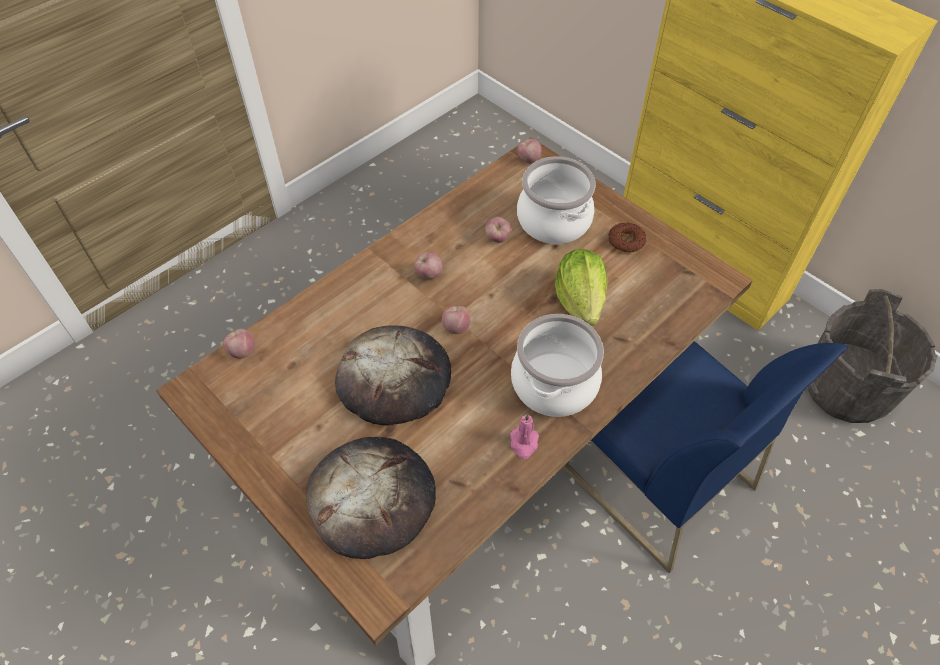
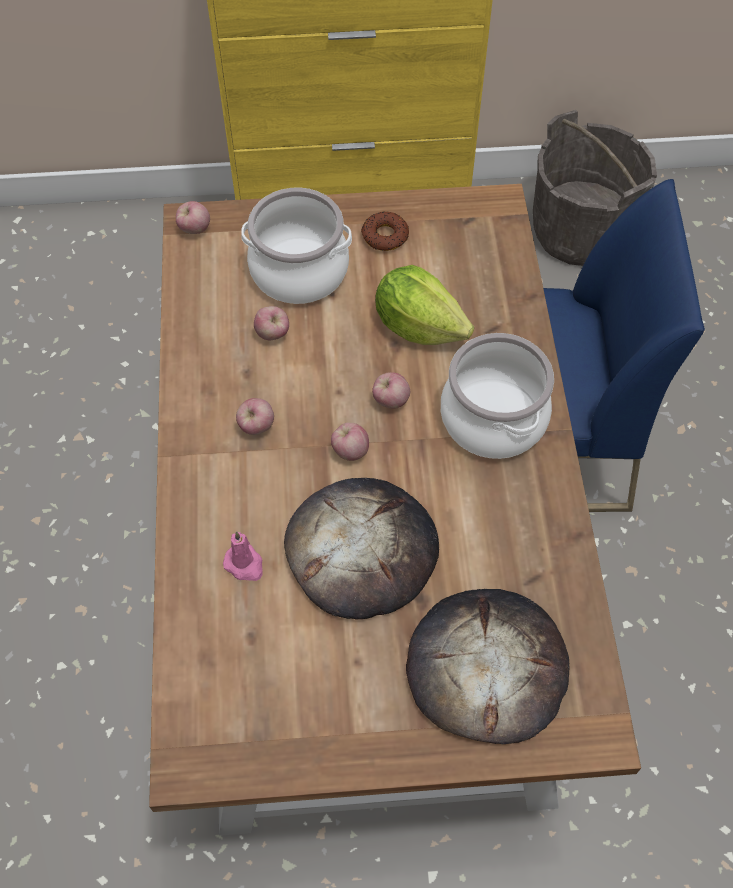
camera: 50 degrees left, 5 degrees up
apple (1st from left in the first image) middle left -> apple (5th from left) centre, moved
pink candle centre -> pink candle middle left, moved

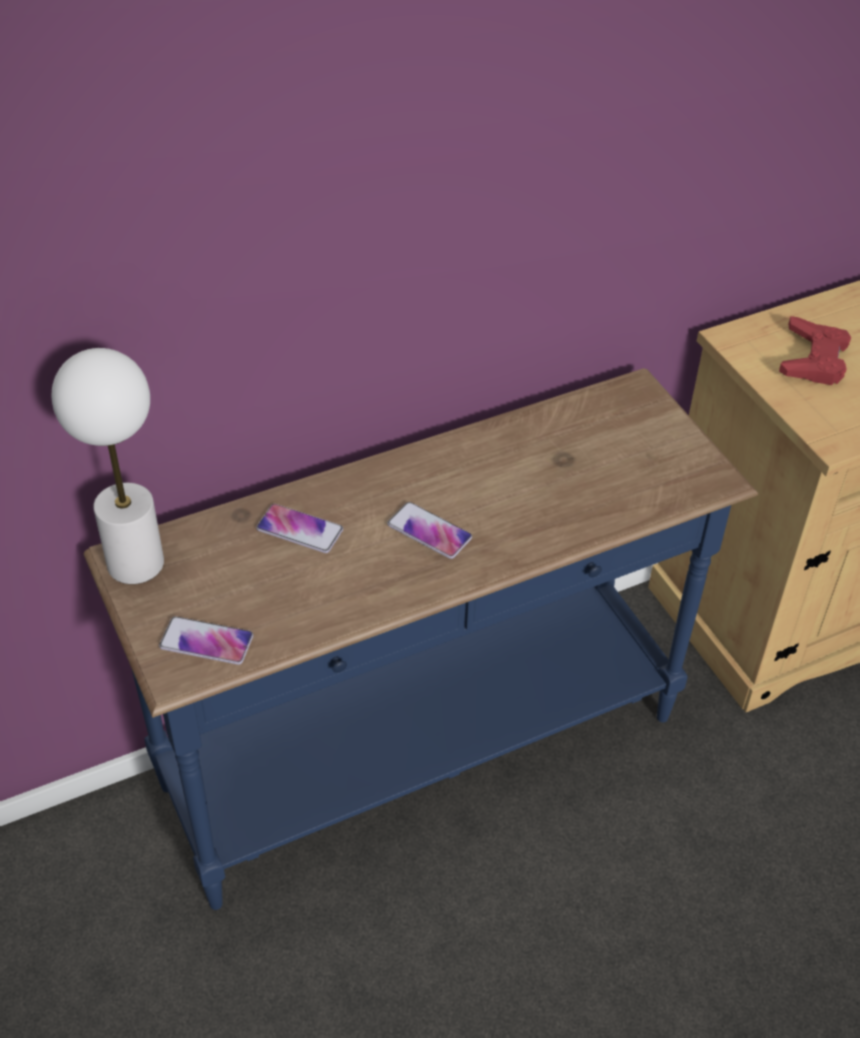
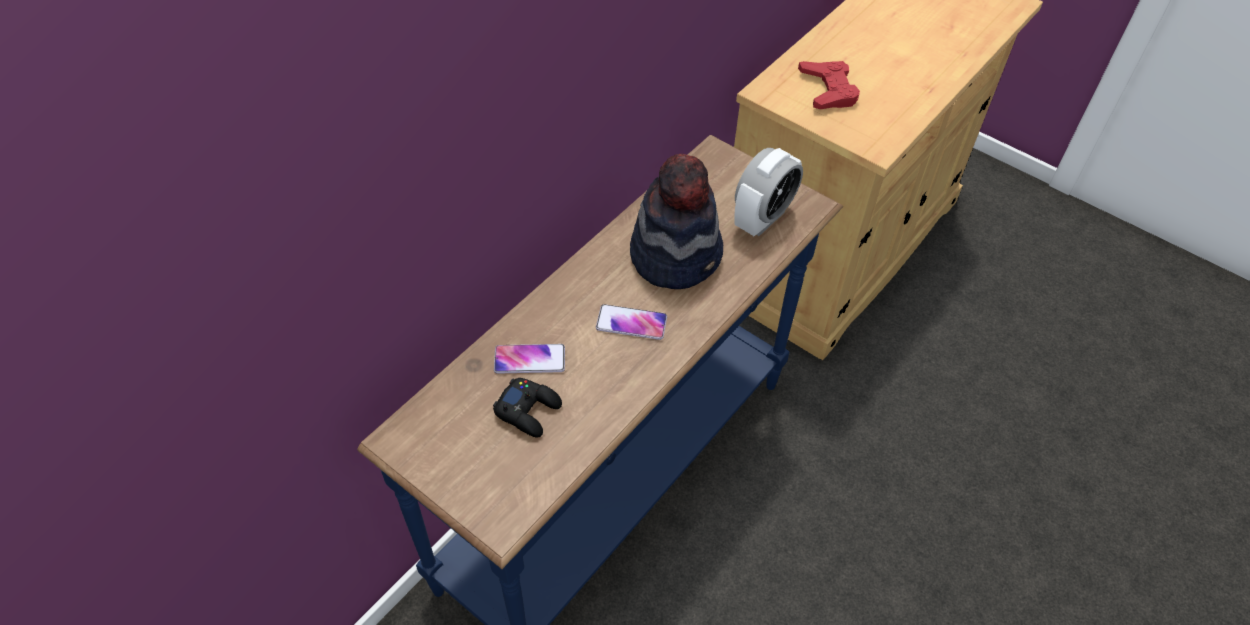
camera: 25 degrees left, 5 degrees up
white table lamp middle left -> none
phone (1st from left) middle left -> none
none -> black game controller centre
none -> hat centre
none -> alarm clock top centre

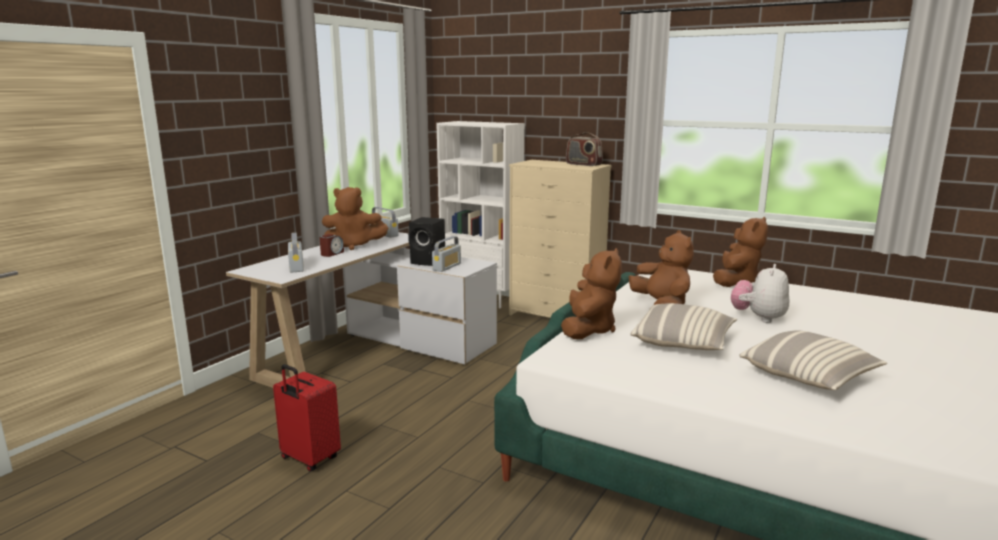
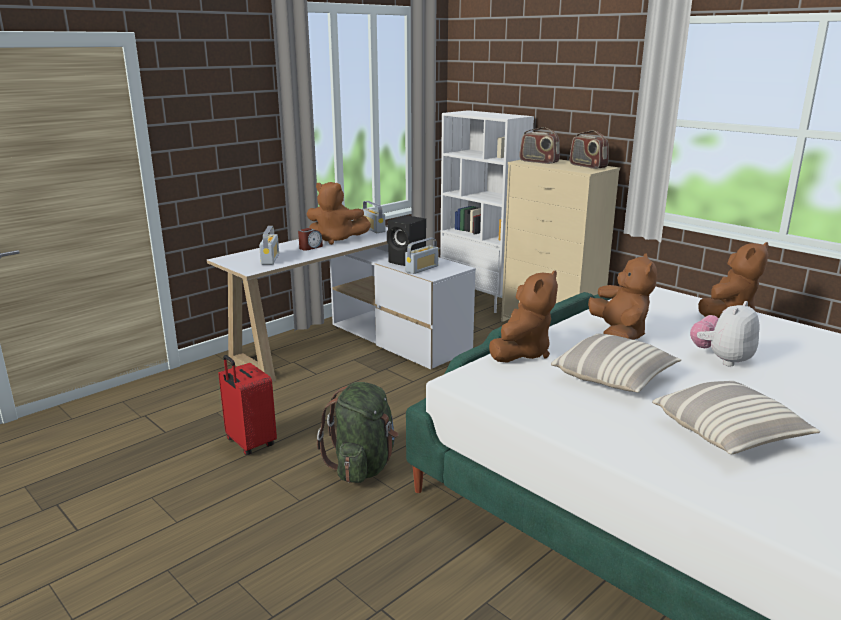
camera: 15 degrees right, 5 degrees up
none -> green backpack bottom centre
none -> radio (4th from left) top centre

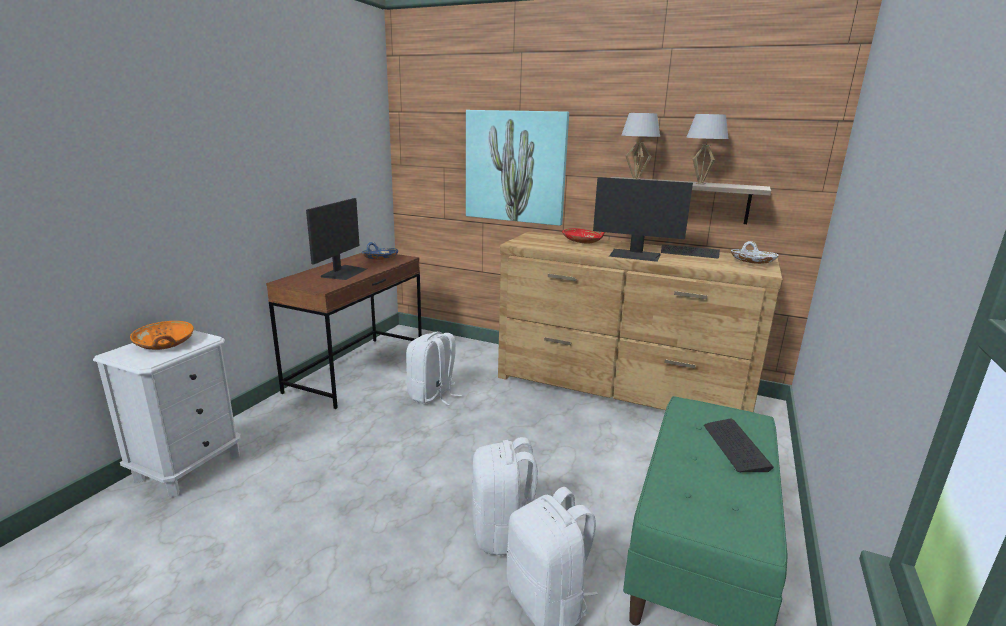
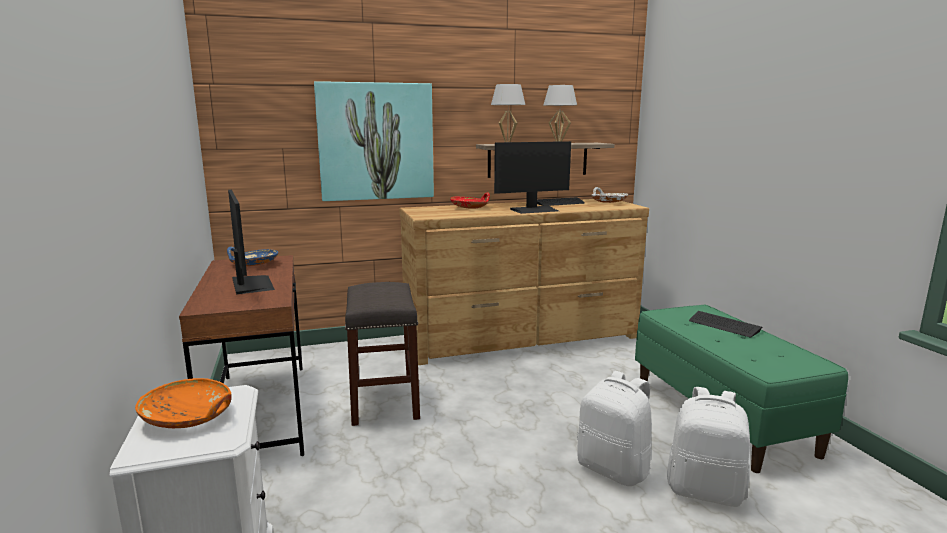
camera: 40 degrees left, 5 degrees down
white backpack (1st from left) centre -> grey stool centre

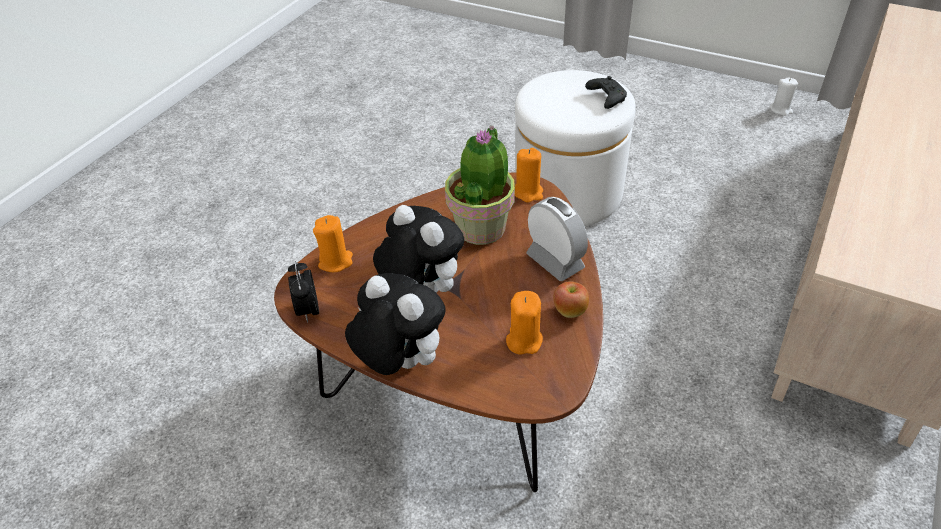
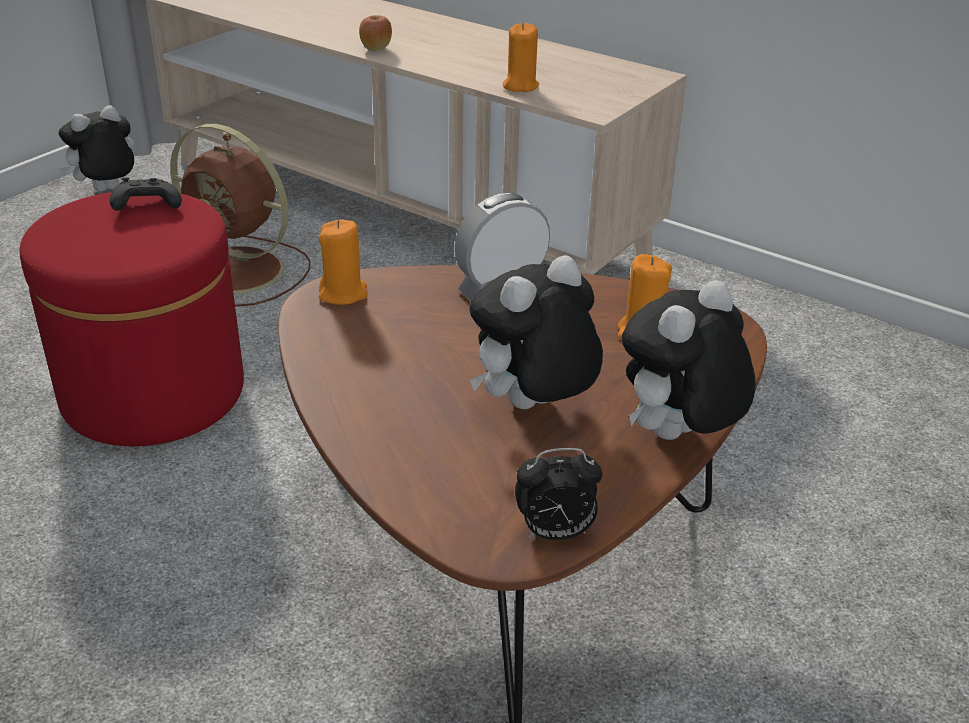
camera: 85 degrees left, 10 degrees down
orange candle (1st from left in the first image) centre -> orange candle (2nd from left) top centre, moved
potted plant centre -> none
white ottoman top centre -> red ottoman middle left
apple centre -> apple top centre, moved
white candle top right -> plush toy (1st from left) top left
none -> brown fan top left

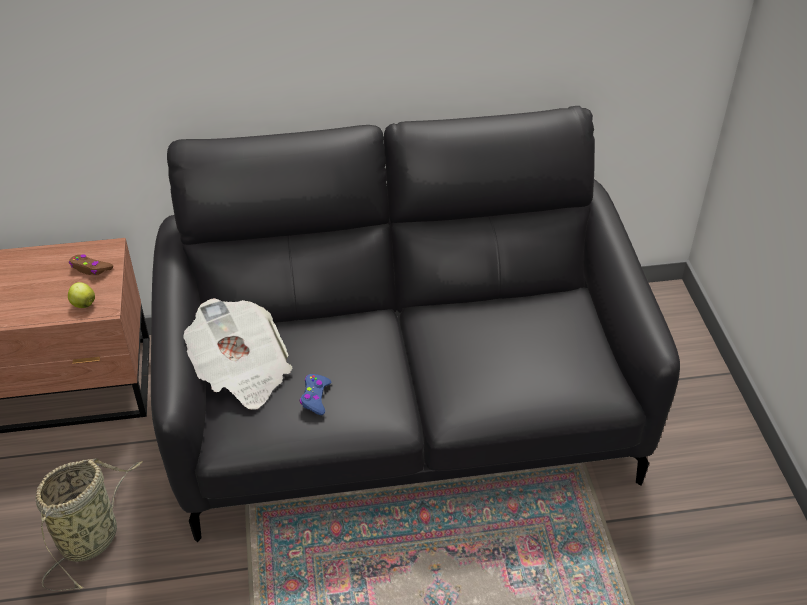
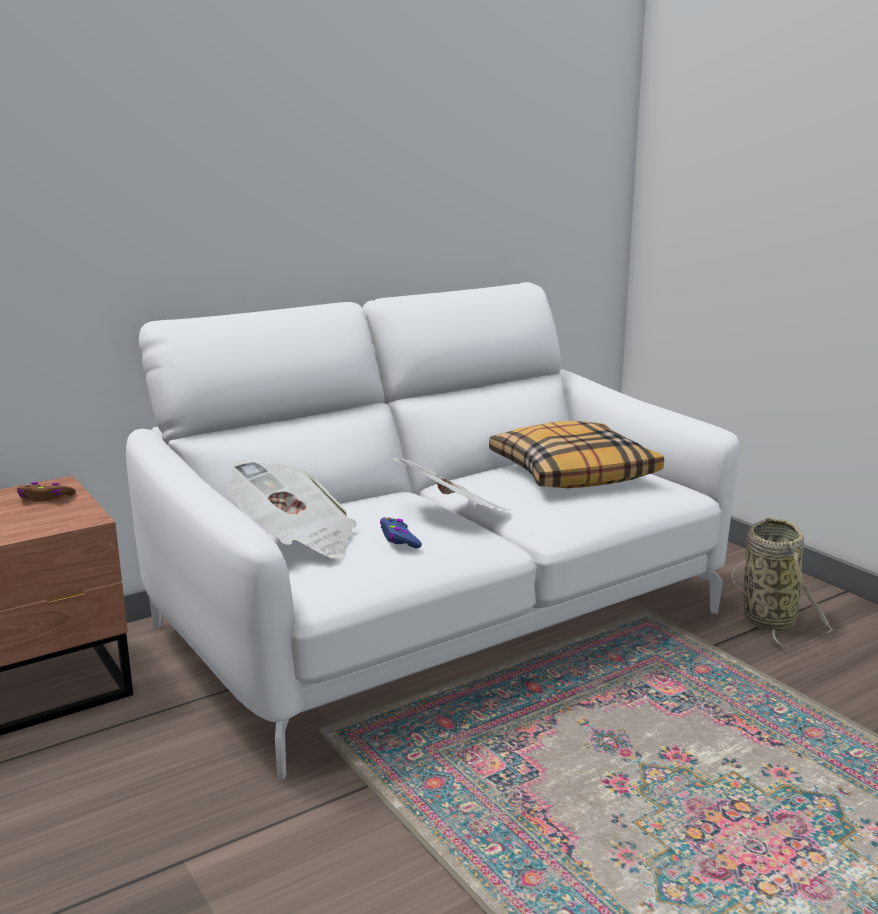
camera: 25 degrees left, 25 degrees down
basket bottom left -> basket middle right, moved
apple middle left -> none
black sofa centre -> white sofa centre
none -> newspaper (2nd from left) centre
none -> pillow centre

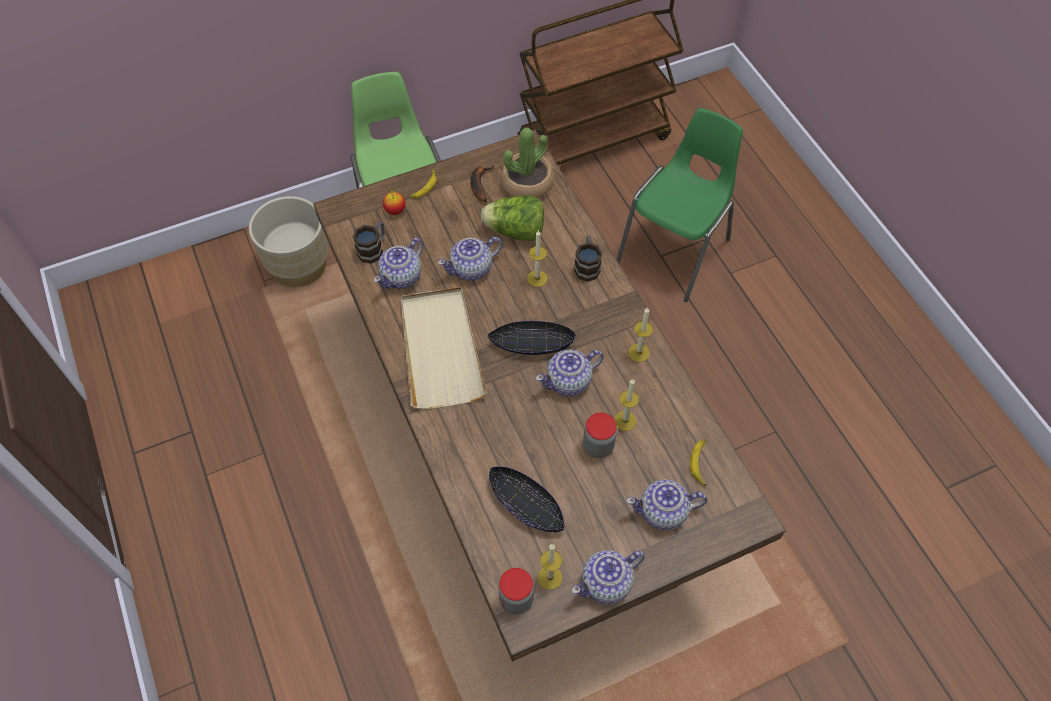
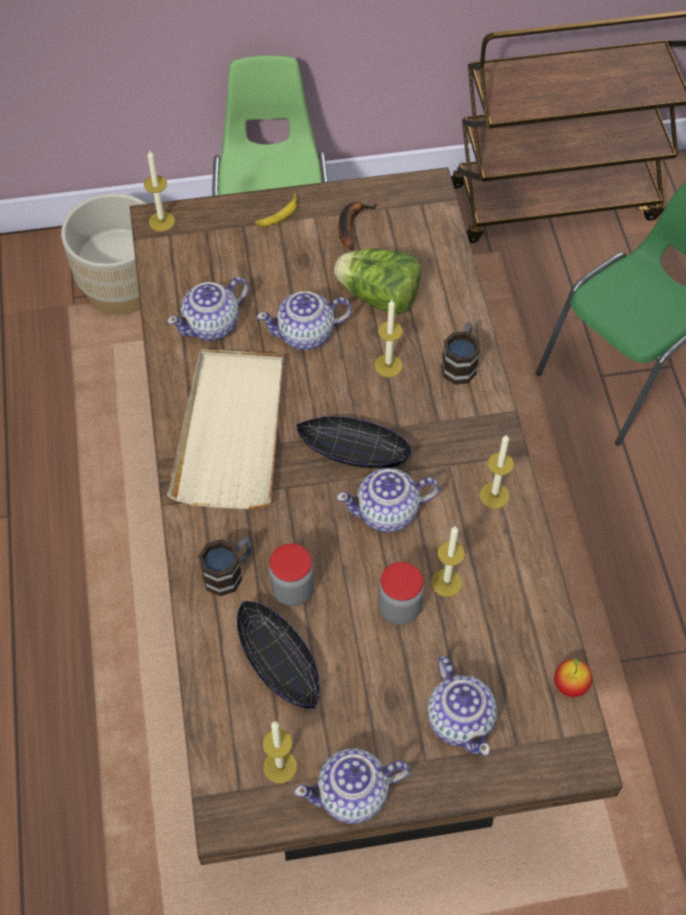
camera: 15 degrees right, 0 degrees up
mug (1st from left) centre -> mug (1st from left) middle left, moved
apple top centre -> apple bottom right, moved
jar (1st from left) bottom centre -> jar (1st from left) centre, moved
potted plant top centre -> none
teapot (5th from left) bottom centre -> teapot (5th from left) bottom right, 120 degrees counterclockwise
banana (3rd from left) centre -> none
none -> candle (1st from left) top left

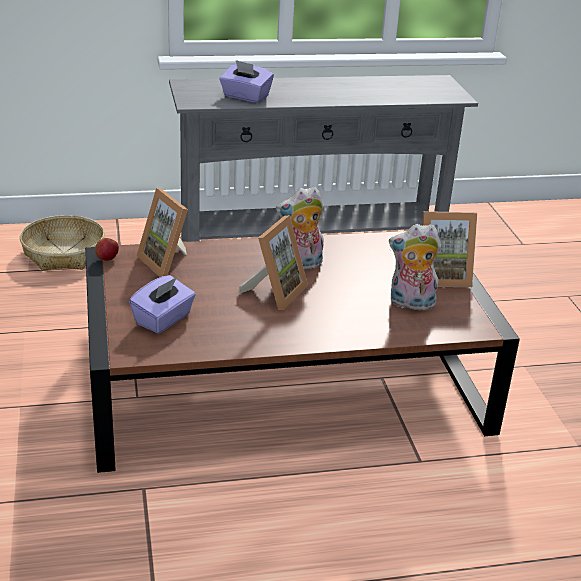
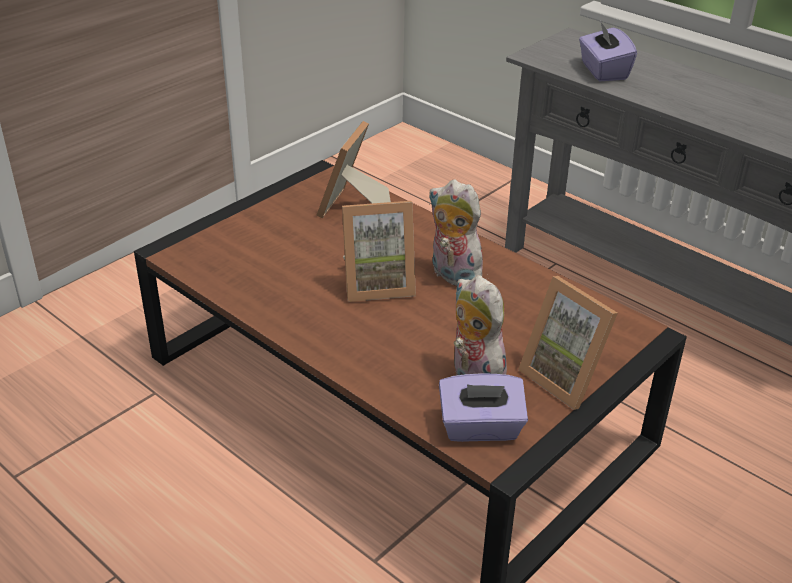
camera: 55 degrees right, 5 degrees up
basket middle left -> none
apple middle left -> none
purple tissue box (1st from left) middle left -> purple tissue box (1st from left) bottom centre, moved

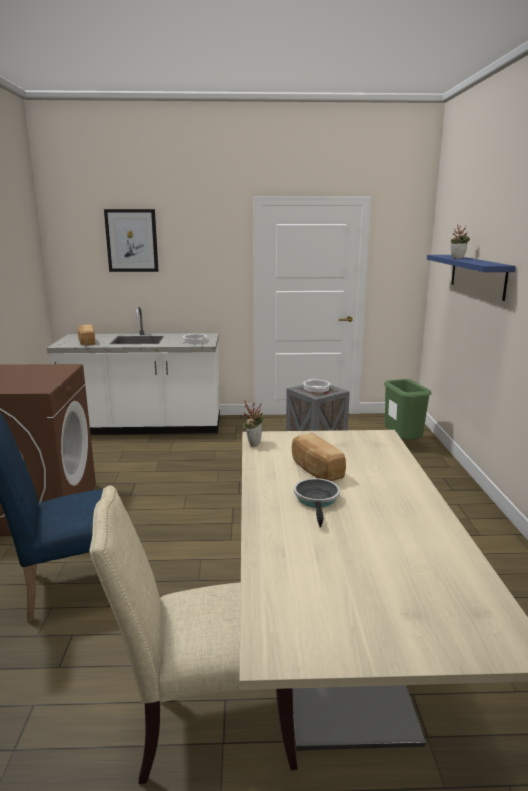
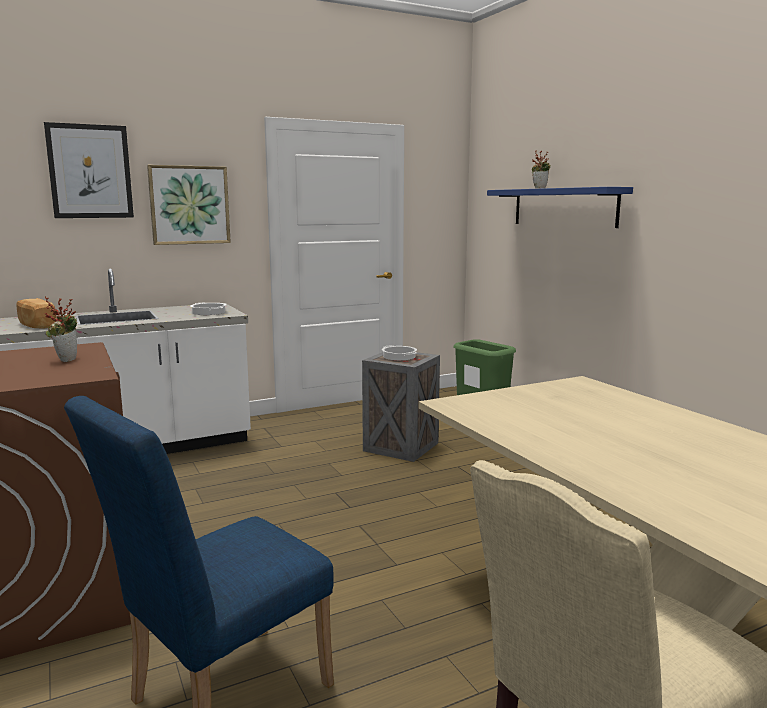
camera: 25 degrees left, 5 degrees down
potted plant (1st from left) centre -> potted plant (1st from left) middle left, moved
bread (2nd from left) centre -> none
frying pan centre -> none
none -> picture (2nd from left) top left

